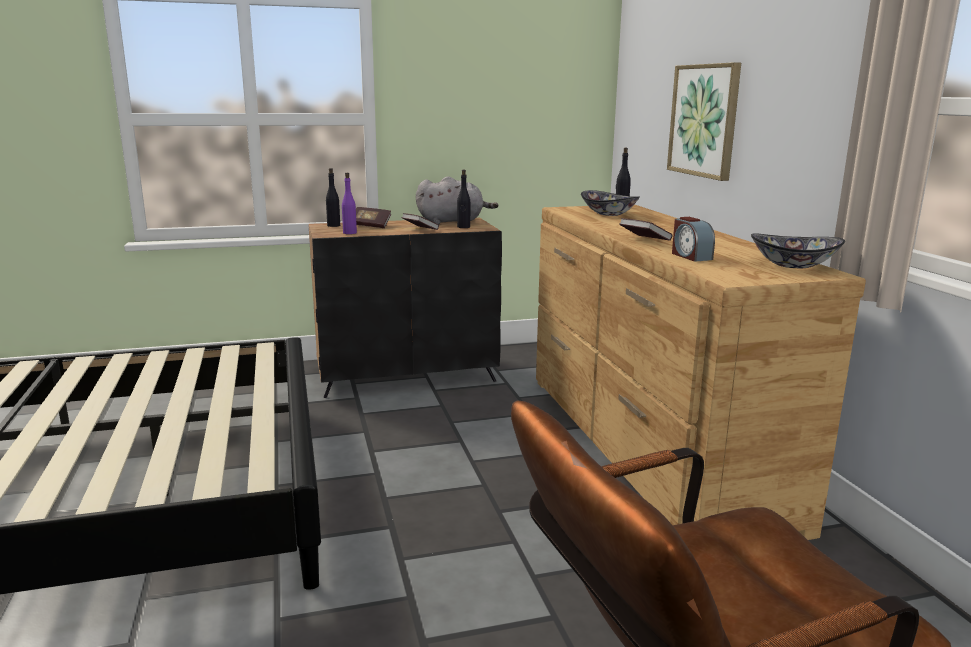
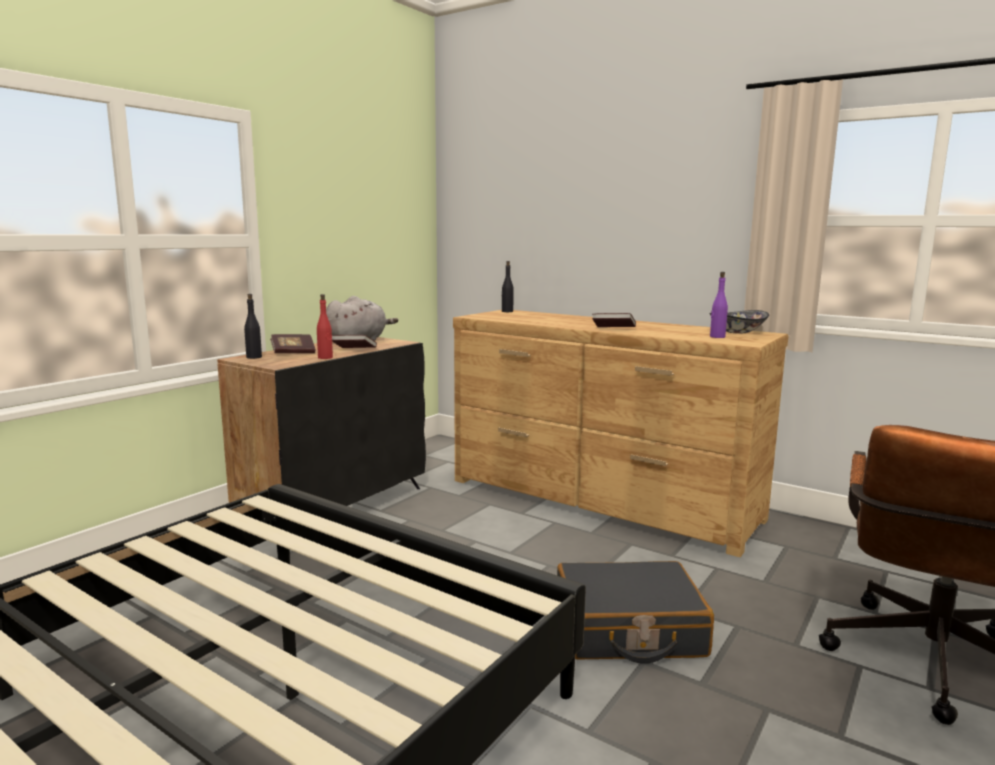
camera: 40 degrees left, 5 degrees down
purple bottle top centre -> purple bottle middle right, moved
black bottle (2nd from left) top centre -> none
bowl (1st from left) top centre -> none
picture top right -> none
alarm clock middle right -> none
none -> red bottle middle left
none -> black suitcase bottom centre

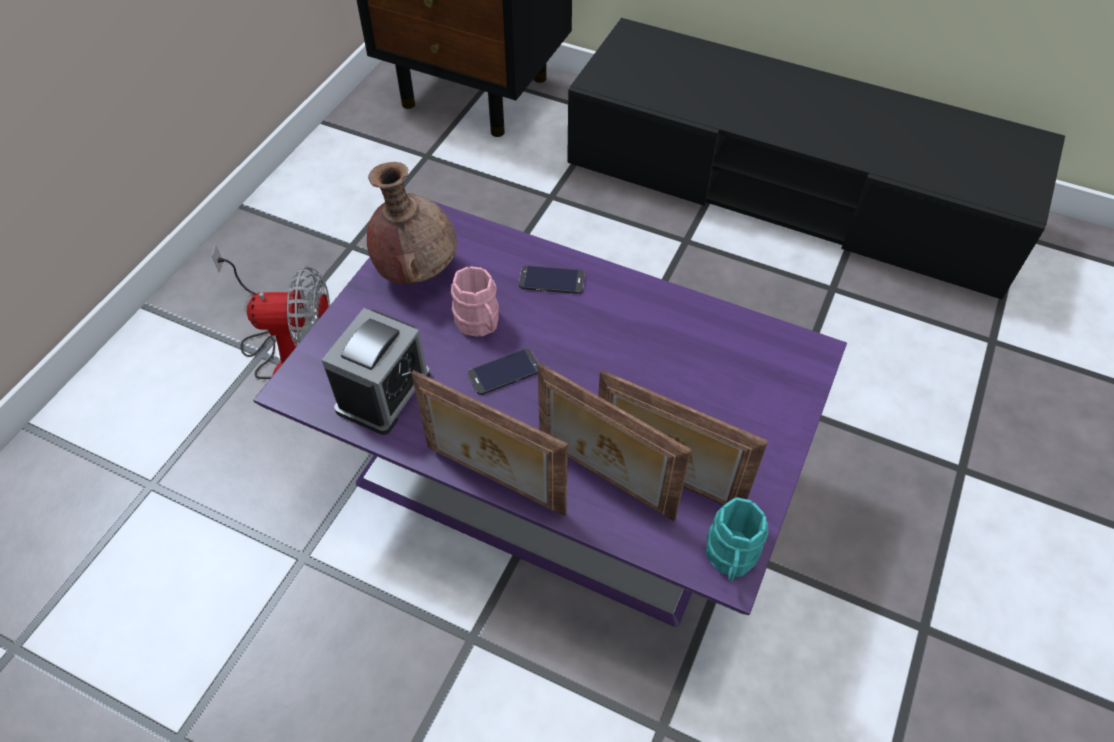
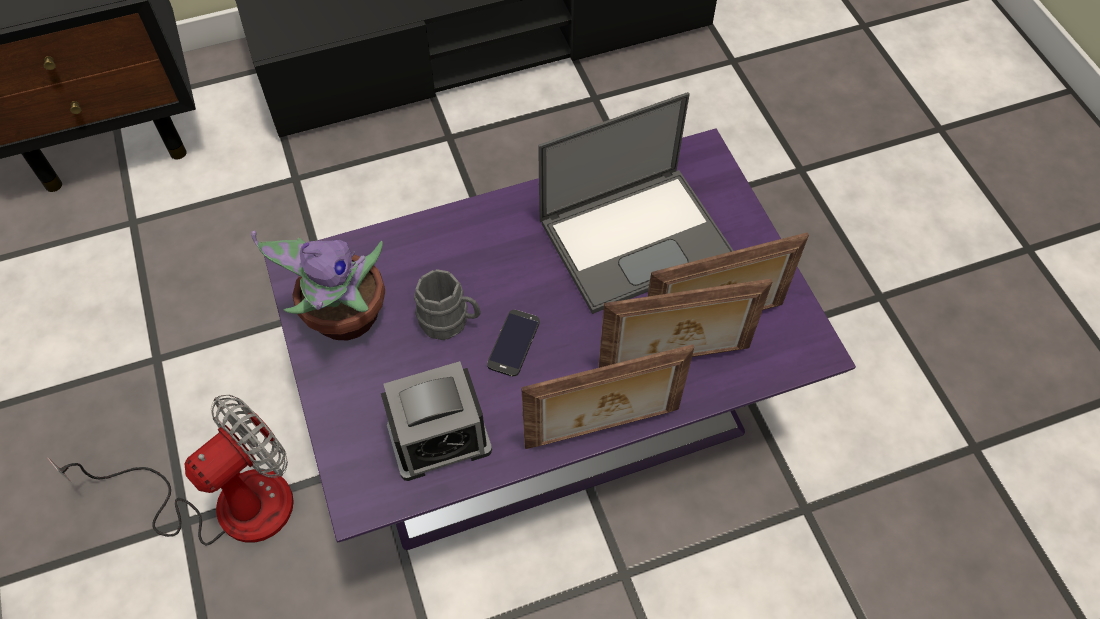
camera: 45 degrees left, 5 degrees up
alarm clock centre -> alarm clock bottom centre, 90 degrees clockwise
brown vase top centre -> potted plant middle left
pink mug centre -> grey mug centre
phone (2nd from left) centre -> none
turquoise mug bottom centre -> none
none -> laptop top centre

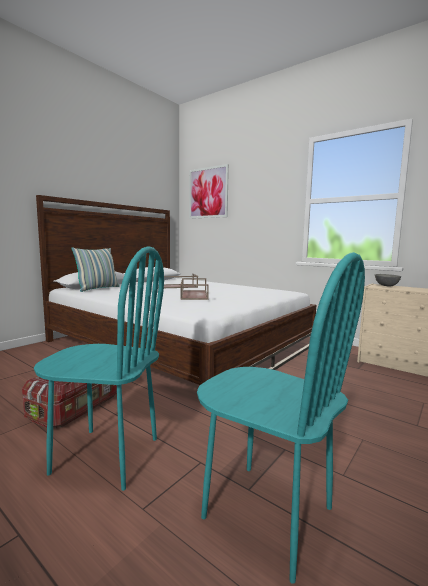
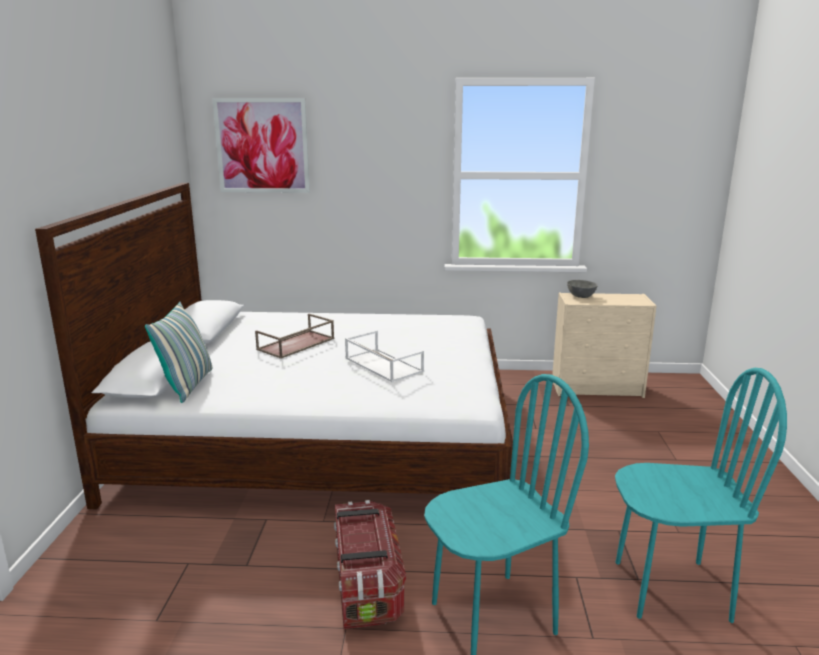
camera: 35 degrees left, 10 degrees up
brown tray (2nd from left) centre -> white tray centre

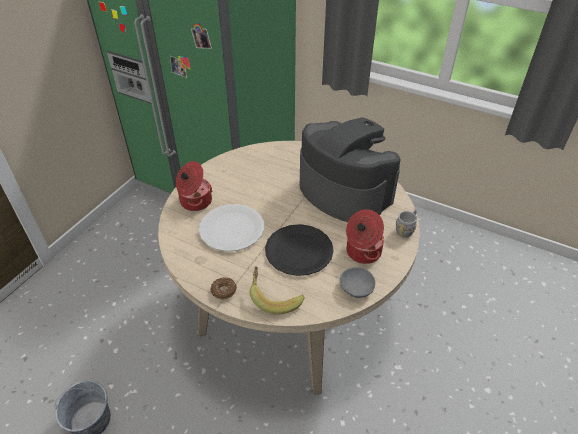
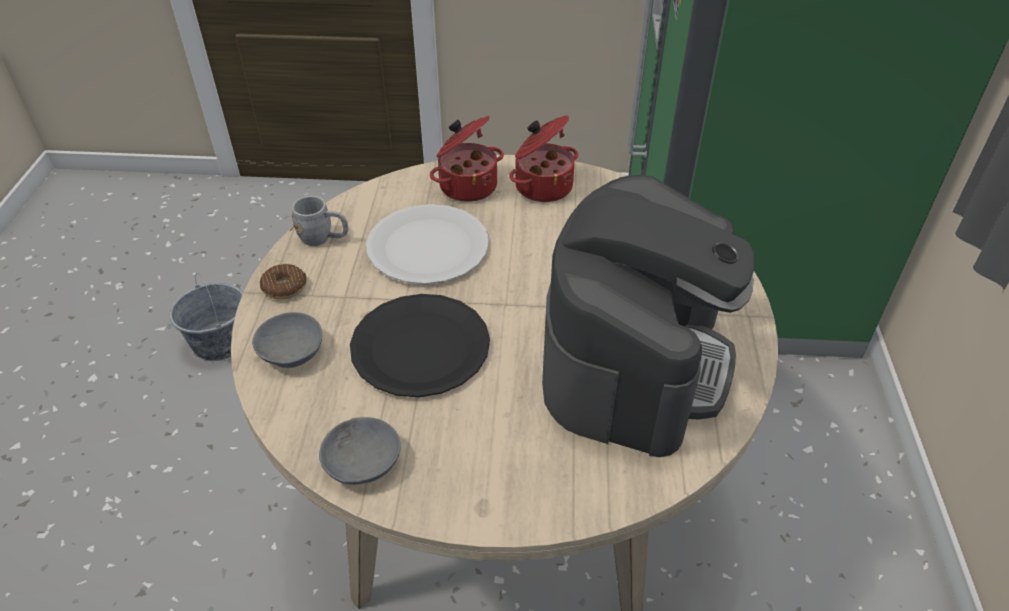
camera: 65 degrees right, 0 degrees up
banana bottom centre -> grey bowl (1st from left) middle left
cooking pot (2nd from left) centre -> cooking pot (2nd from left) top centre, moved
grey mug middle right -> grey mug middle left, moved

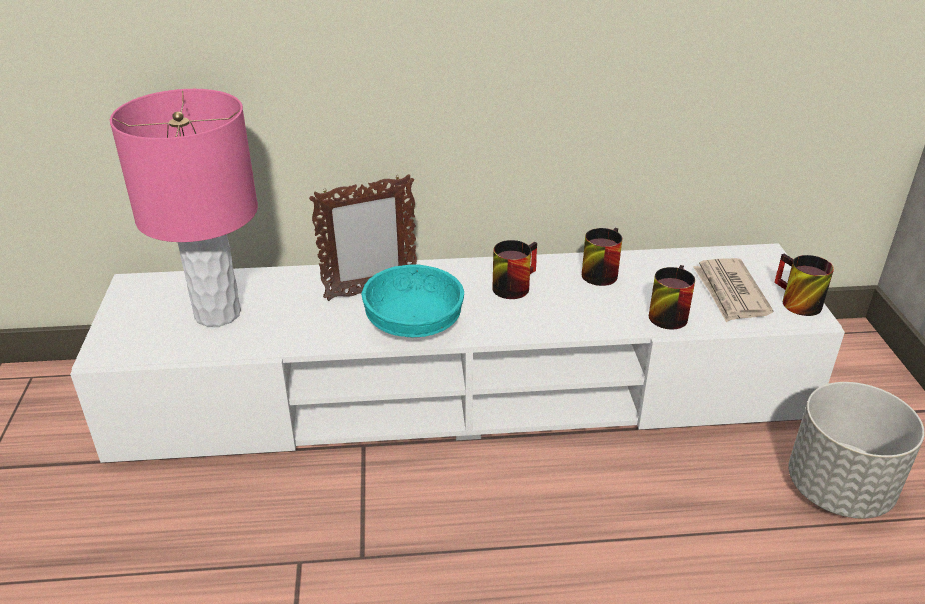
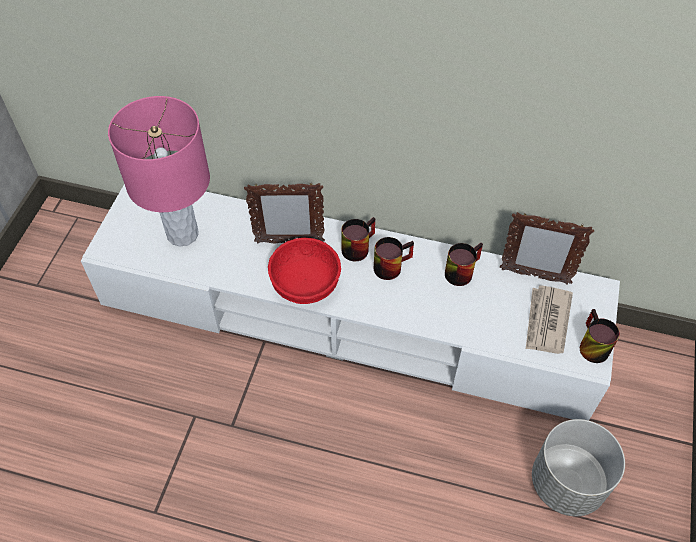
camera: 20 degrees right, 20 degrees up
turquoise bowl centre -> red bowl centre
mug (3rd from left in the first image) middle right -> mug (1st from left) centre, moved
none -> picture frame (2nd from left) middle right

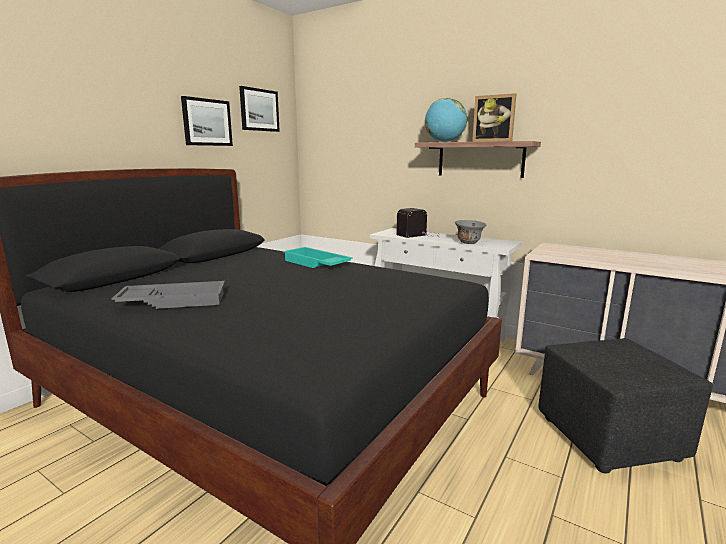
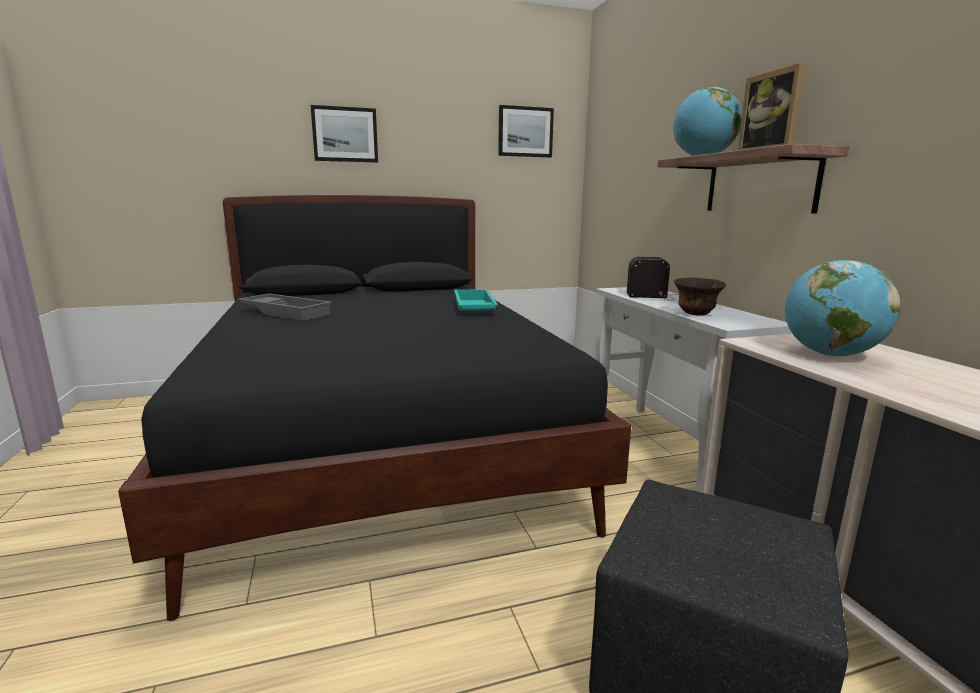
camera: 40 degrees right, 0 degrees up
picture (1st from left) top left -> picture (1st from left) top centre, moved
grey bowl centre -> brown bowl middle right
none -> globe (2nd from left) middle right

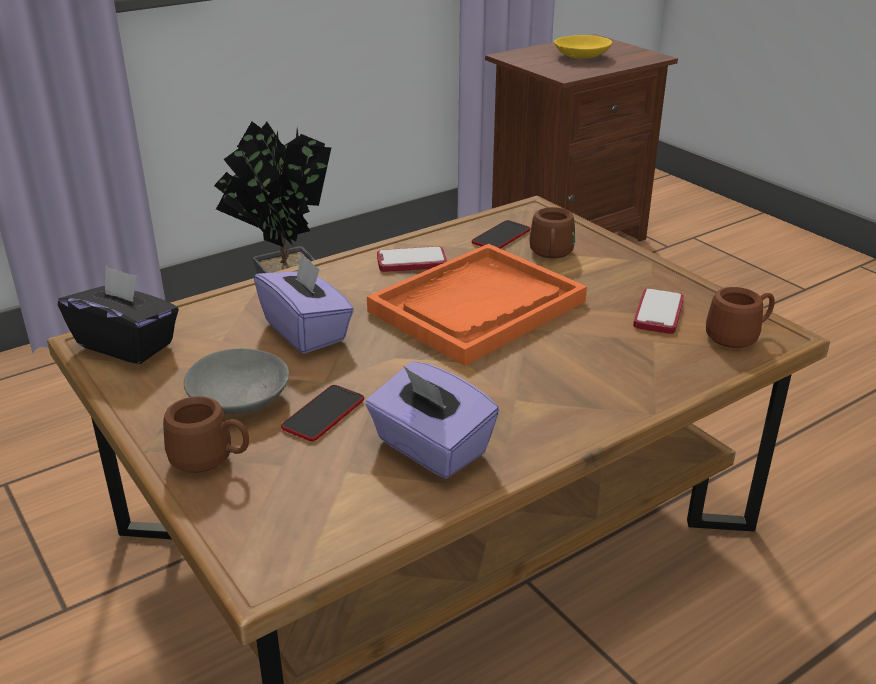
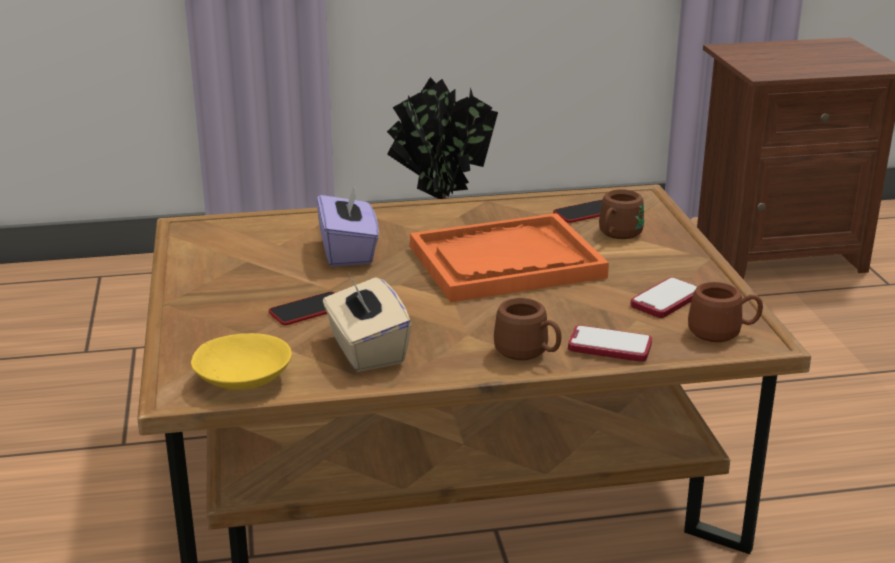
camera: 25 degrees right, 5 degrees down
black tissue box middle left -> none
brown mug (1st from left) middle left -> brown mug (1st from left) centre, moved
grey bowl middle left -> none
purple tissue box (2nd from left) centre -> beige tissue box centre
phone (2nd from left in the first image) centre -> phone (3rd from left) middle right, moved
yellow bowl top centre -> yellow bowl middle left, moved

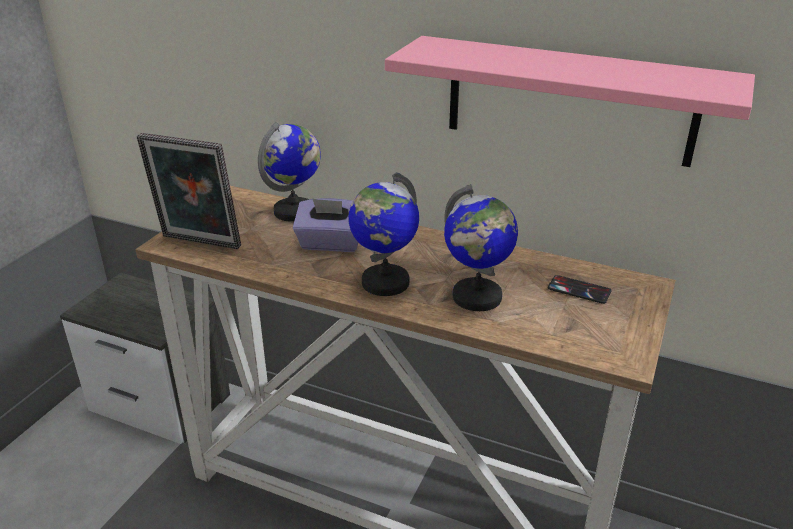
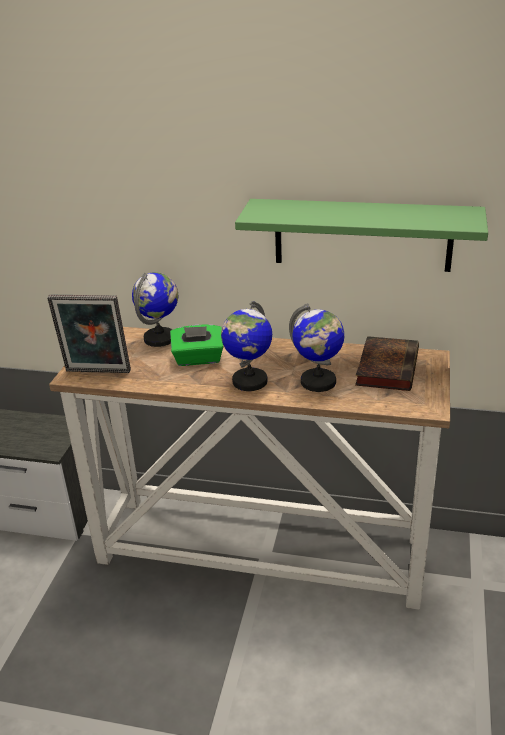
camera: 10 degrees left, 0 degrees up
purple tissue box centre -> green tissue box centre
pink shelf top right -> green shelf top right
phone middle right -> book middle right

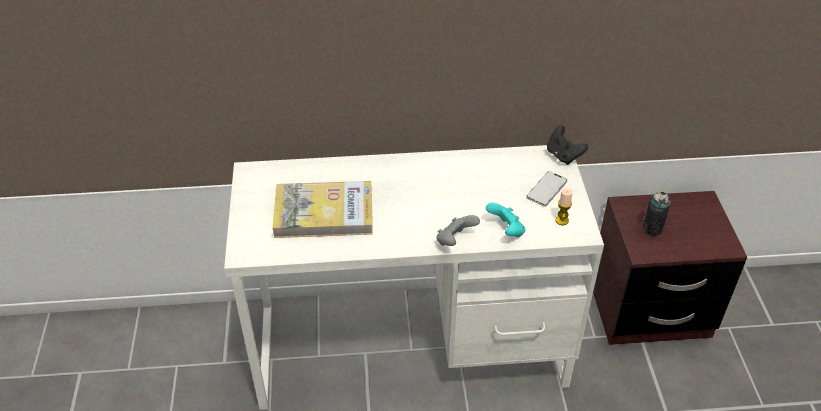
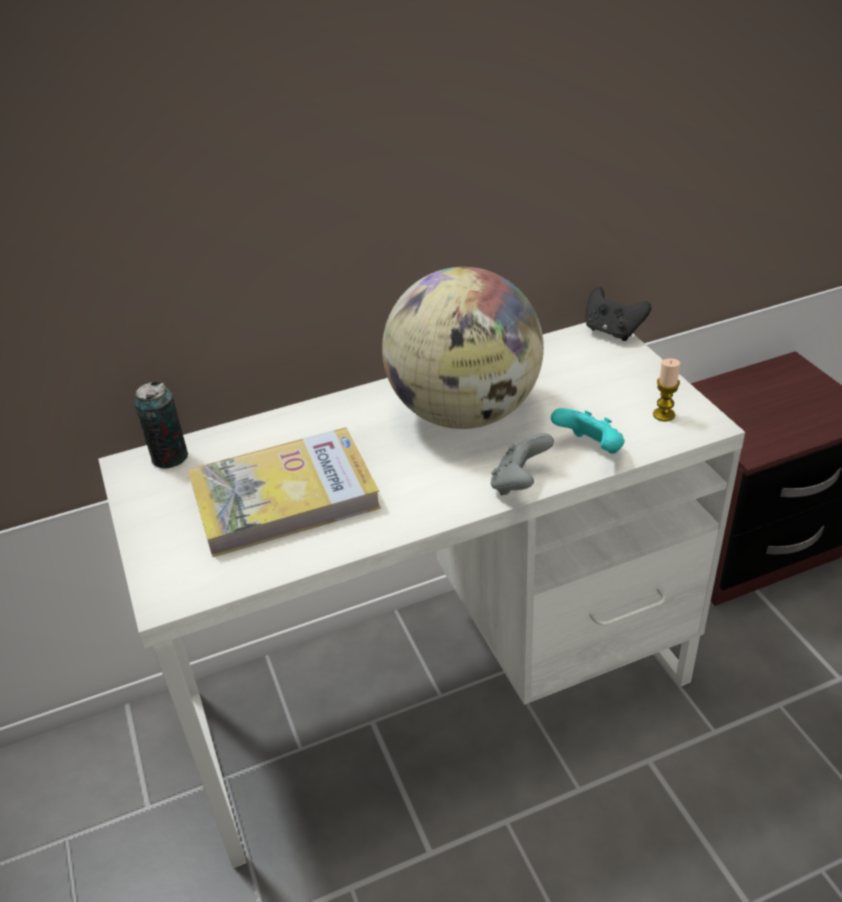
camera: 15 degrees left, 5 degrees down
phone centre -> none
can middle right -> can middle left, moved
none -> globe centre

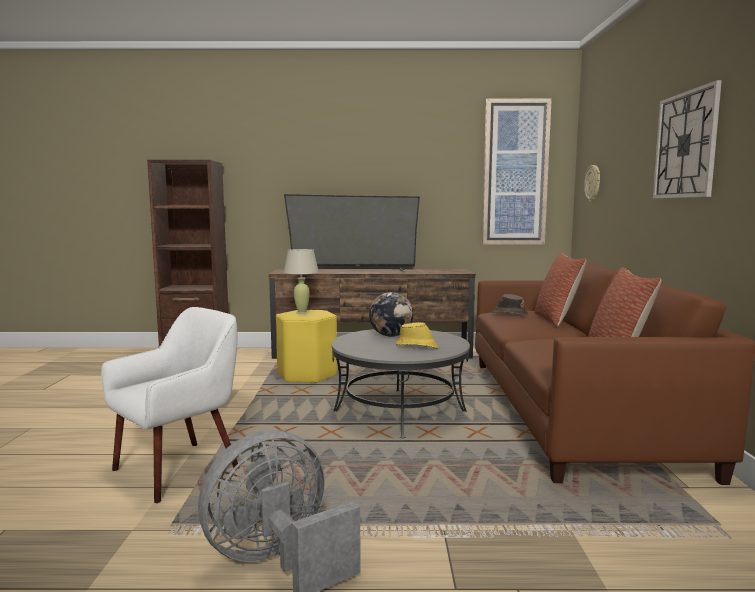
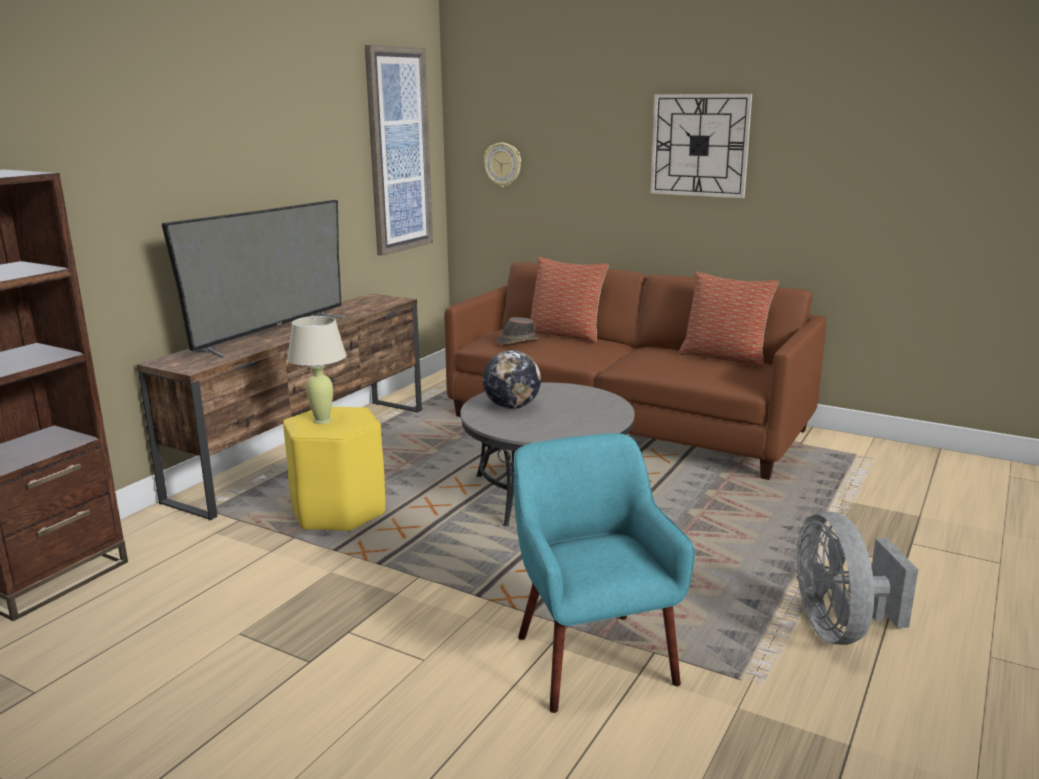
camera: 60 degrees left, 10 degrees up
white armchair bottom left -> turquoise armchair bottom centre
yellow hat centre -> none

